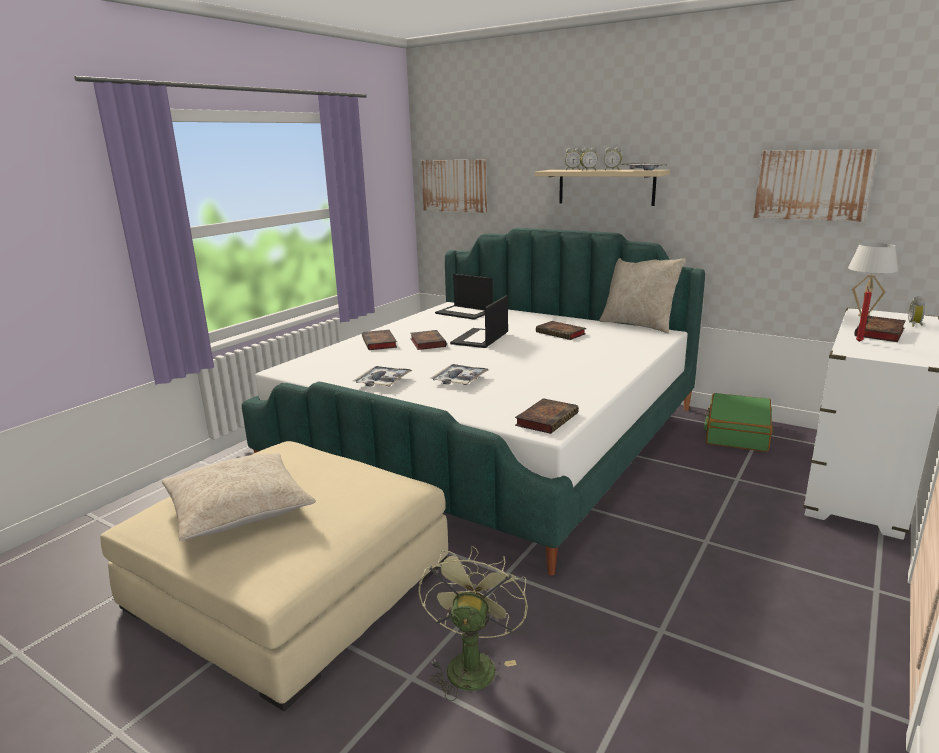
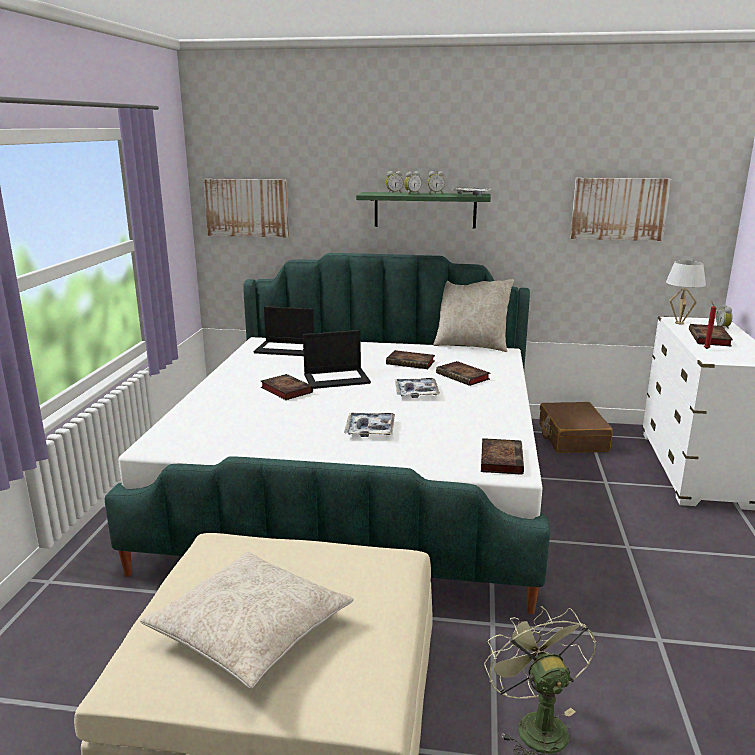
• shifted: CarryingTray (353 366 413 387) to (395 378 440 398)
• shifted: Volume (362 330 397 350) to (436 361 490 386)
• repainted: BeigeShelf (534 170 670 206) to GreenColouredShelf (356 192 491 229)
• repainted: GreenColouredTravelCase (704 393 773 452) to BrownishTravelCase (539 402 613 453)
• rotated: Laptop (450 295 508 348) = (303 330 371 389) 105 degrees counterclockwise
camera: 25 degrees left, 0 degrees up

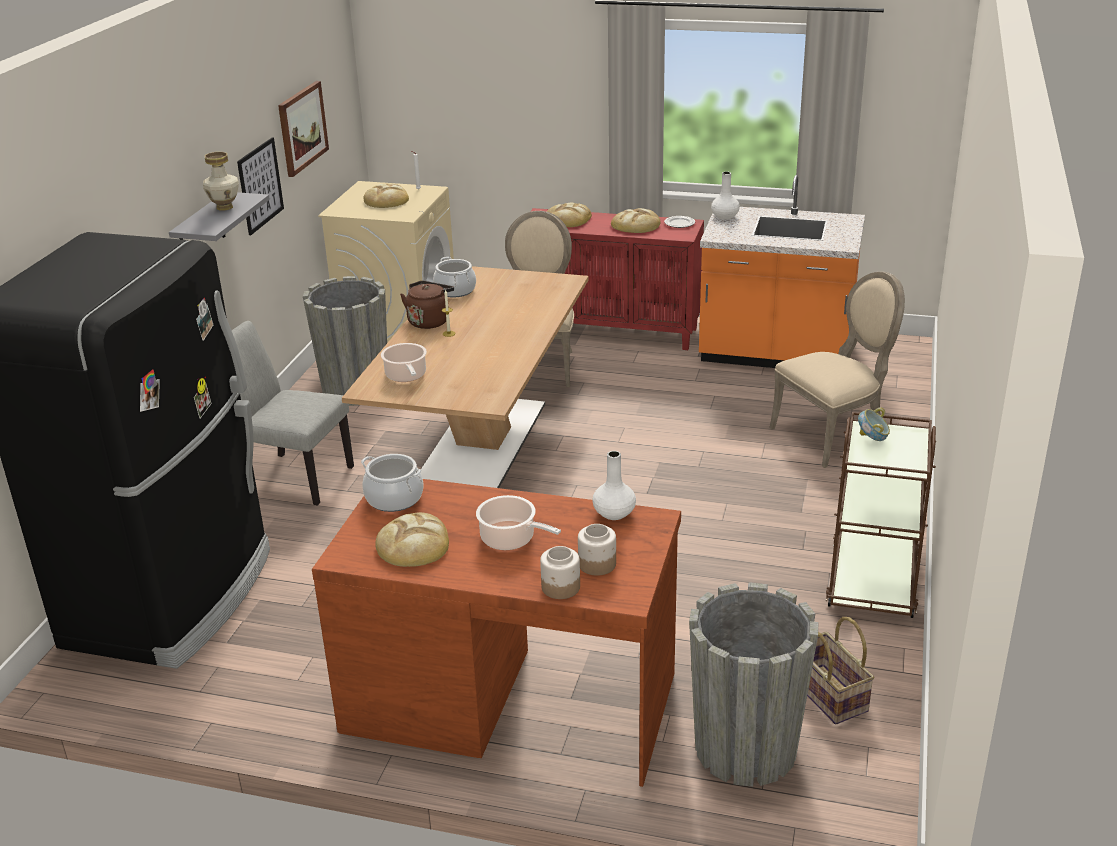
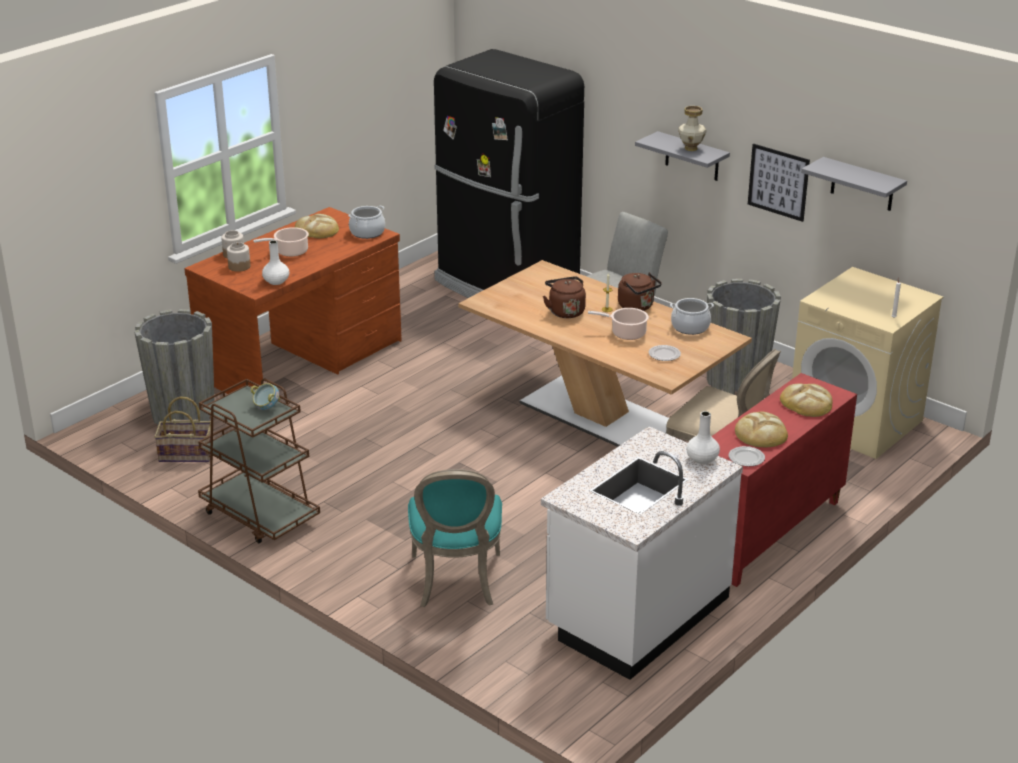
• gone: BakeryBread (363 183 409 208)
• new: BrownishWaterKettle (543 276 586 318)
• new: DinnerPlate (649 345 681 361)
• shifted: Saucepot (381 343 427 382) to (588 308 649 340)
• swapped: WallArt (278 81 329 177) to GrayShelf (801 157 907 211)
• repainted: OrangeColouredKitchenBaseUnit (699 175 865 368) to WhiteColouredKitchenBaseUnit (541 426 743 680)
• repainted: BeigeChair (769 272 905 468) to TurquoiseChair (408 469 502 607)
camera: 115 degrees right, 0 degrees up

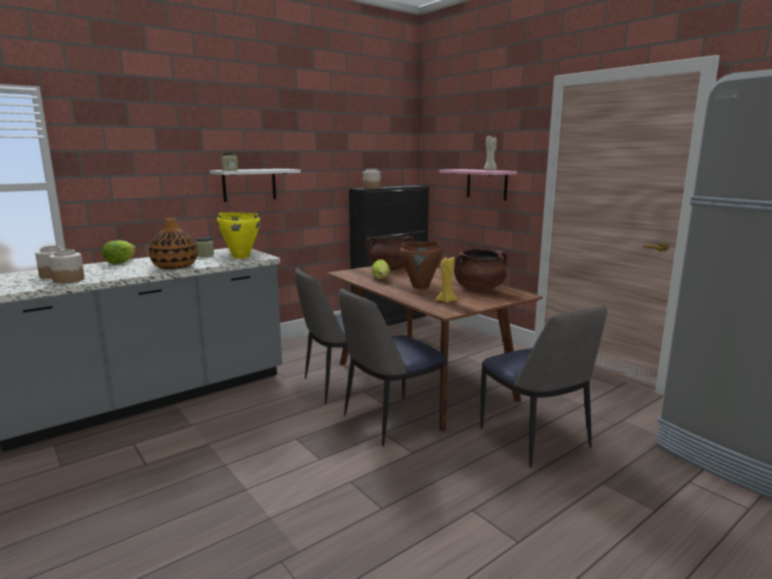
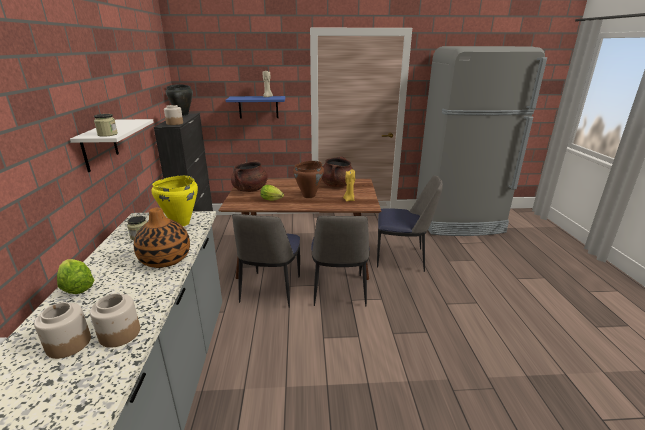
• new: BlackishSaucepot (166 84 193 116)
• repainted: PinkishShelf (439 169 517 201) to BlueShelf (226 96 286 119)
camera: 55 degrees left, 10 degrees up

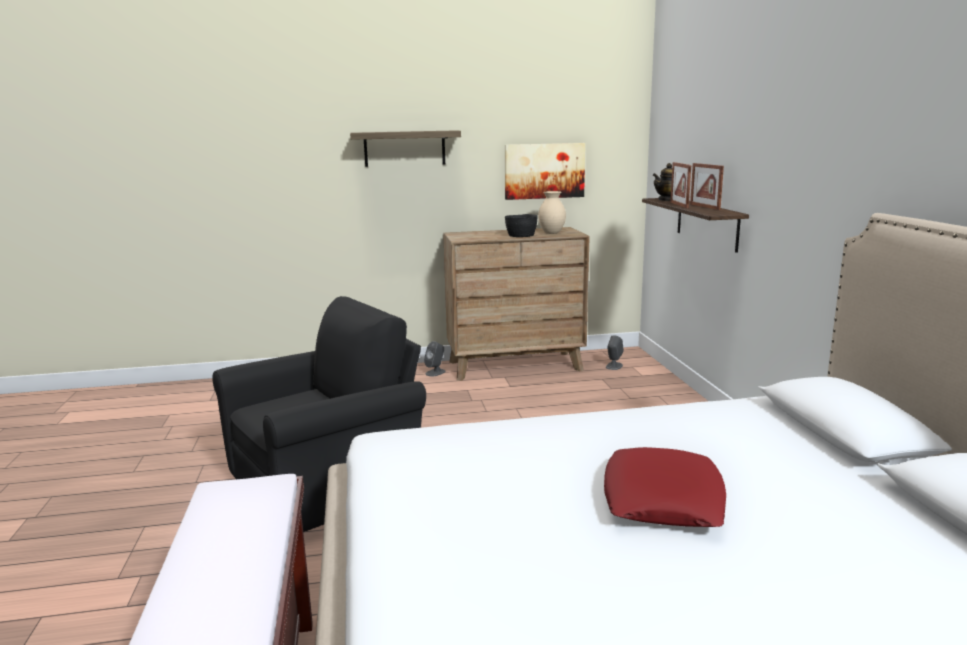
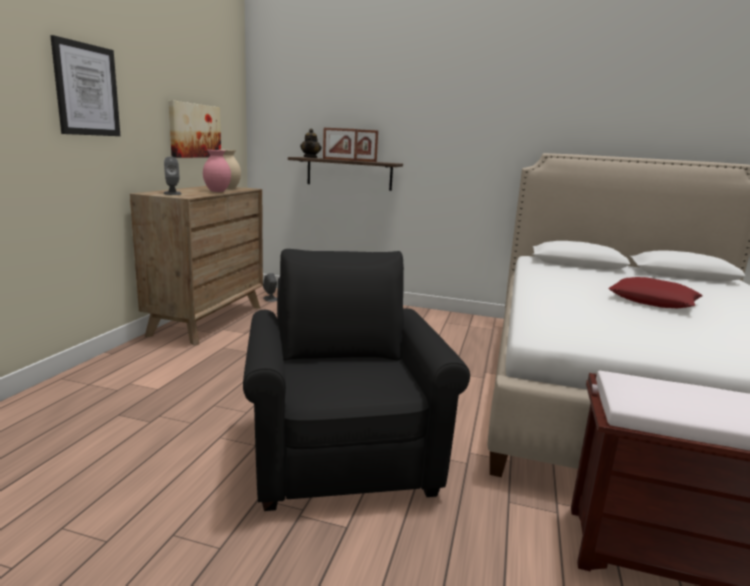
• shifted: GraySpeaker (424 341 446 377) to (164 156 181 195)
• swapped: Shelf (350 130 461 167) to WallArt (50 35 120 136)
• swapped: BlackishServingBowl (505 214 538 237) to PinkishDecorativeVase (203 150 231 192)
camera: 65 degrees left, 0 degrees up

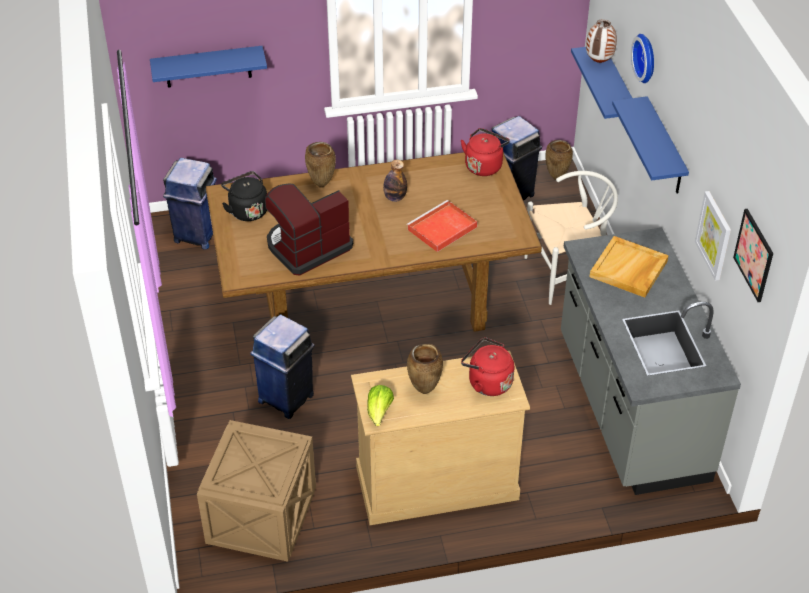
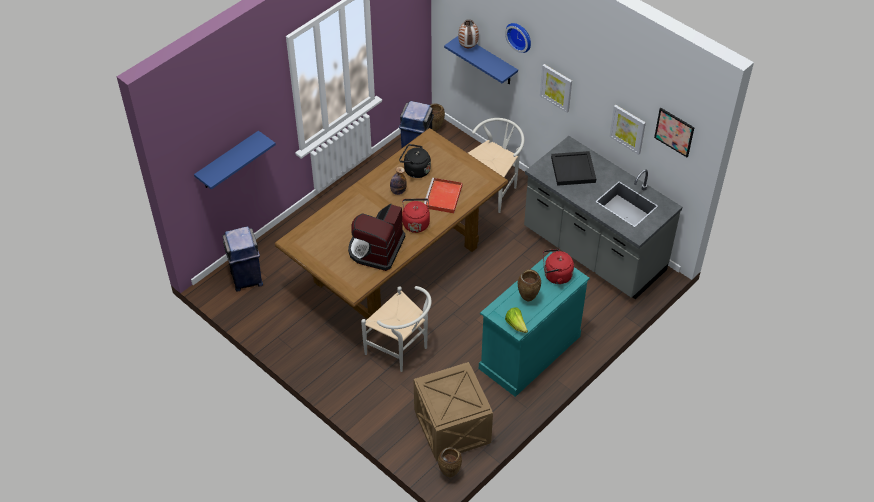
• shifted: BlackishWaterKettle (221 171 267 221) to (399 144 431 178)
• shifted: BrownishDecorativeVase (305 142 336 188) to (438 447 462 477)
• shifted: RedColouredWaterKettle (461 128 510 176) to (402 198 430 233)
• swapped: BlueTrashCan (250 314 315 419) to WhiteColouredChair (361 286 432 372)
• swapped: BlueShelf (612 96 689 193) to WallArt (540 64 572 113)
• repainted: BeigeDresser (351 351 530 525) to TurquoiseDresser (479 252 590 397)
• repainted: BeigeCarryingTray (590 236 669 298) to BlackishCarryingTray (551 151 596 186)
camera: 35 degrees left, 5 degrees up

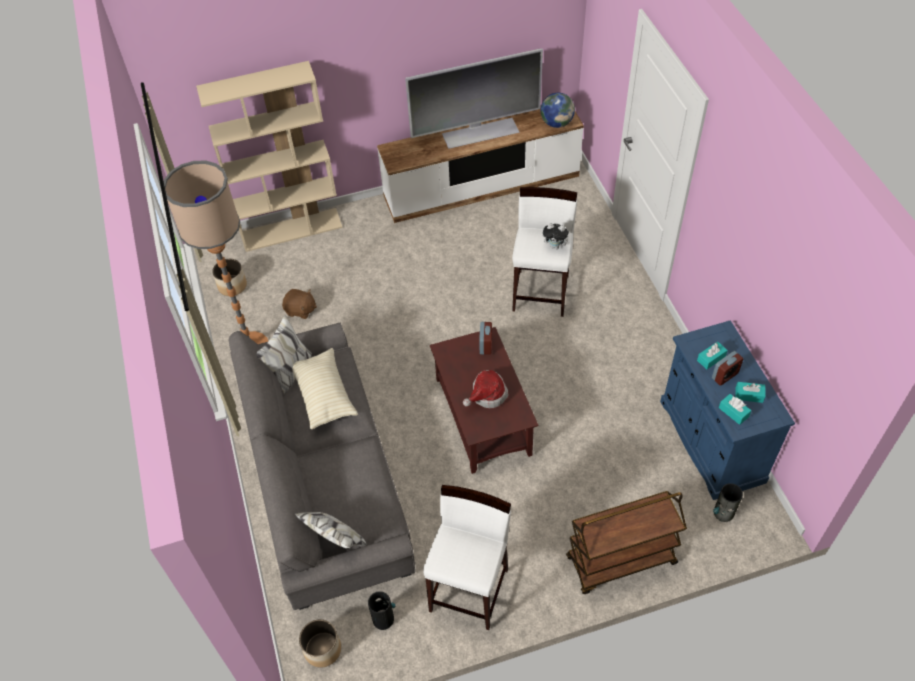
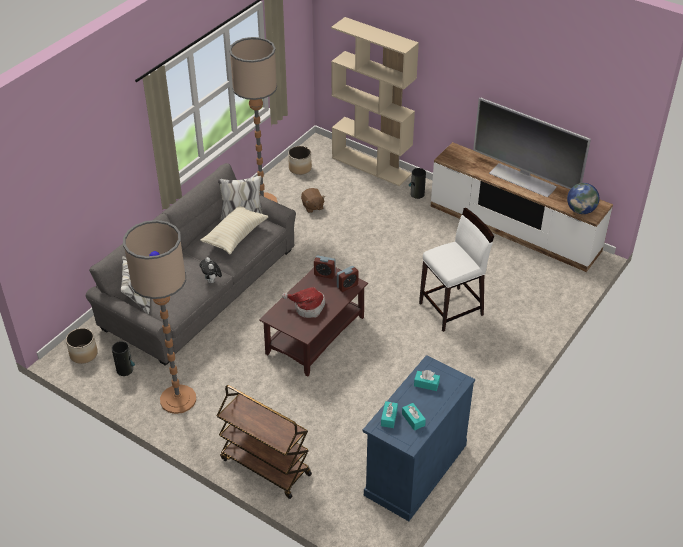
• shifted: PlushToy (543 223 571 249) to (200 257 222 283)
• shifted: TableClock (712 351 743 386) to (314 255 335 279)
• shifted: DecorativeVase (713 483 743 522) to (409 168 426 199)
• swapped: WhiteColouredSittingStool (423 485 511 630) to FloorLamp (123 220 196 414)
camera: 50 degrees right, 10 degrees down

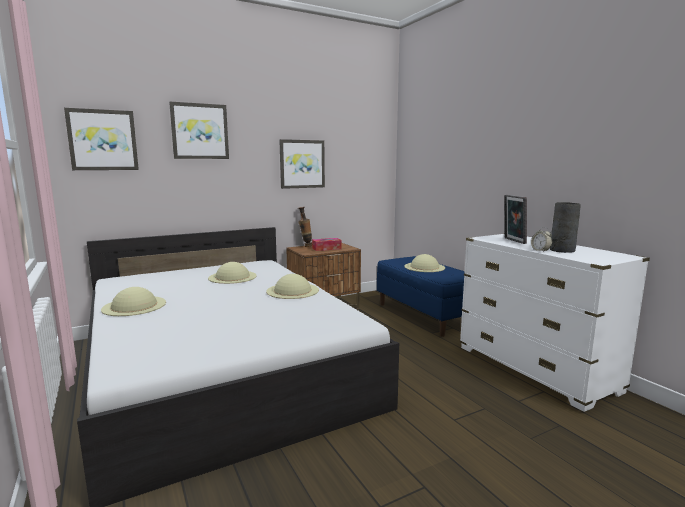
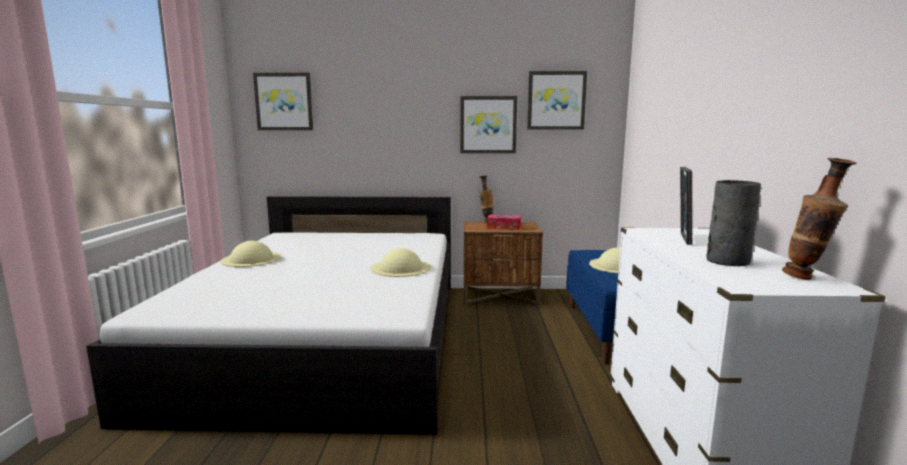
• gone: BeigeClothingHat (208 262 257 284)
• gone: TableClock (531 227 552 252)
• new: DecorativeVase (782 158 857 280)
• shifted: WallArt (169 102 229 159) to (527 71 587 130)
camera: 30 degrees right, 0 degrees up

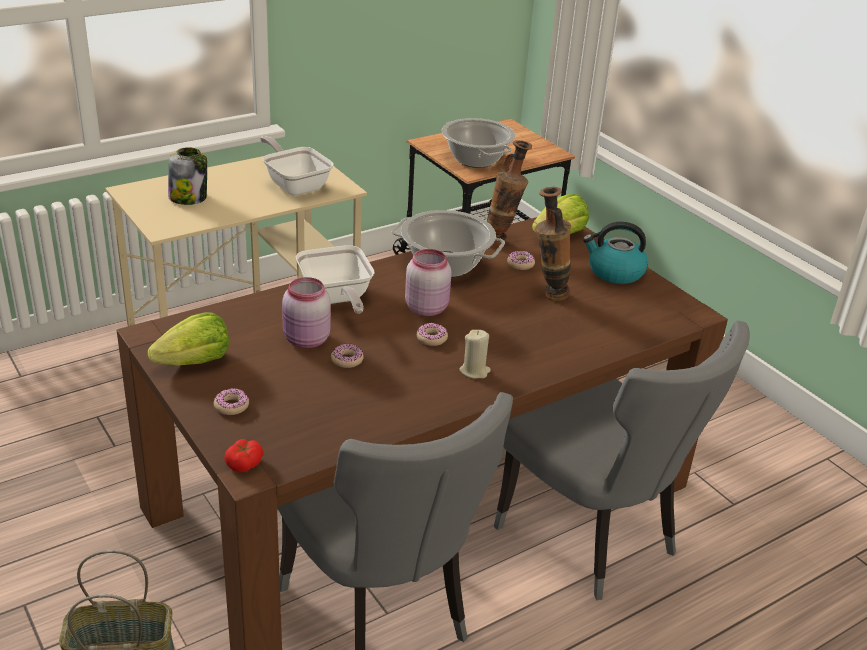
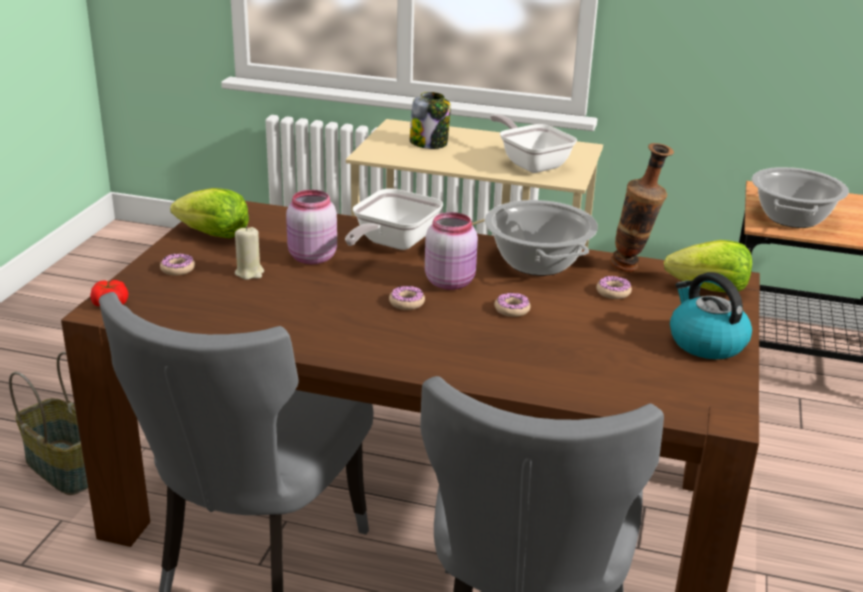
• gone: DecorativeVase (535 187 571 301)
• shifted: RingDoughnut (331 344 364 368) to (494 293 531 317)
• shifted: BeigeWaxLight (459 330 491 379) to (235 226 264 280)
• rotated: Skillet (260 136 334 196) = (490 114 577 173) 45 degrees counterclockwise
camera: 50 degrees right, 5 degrees down

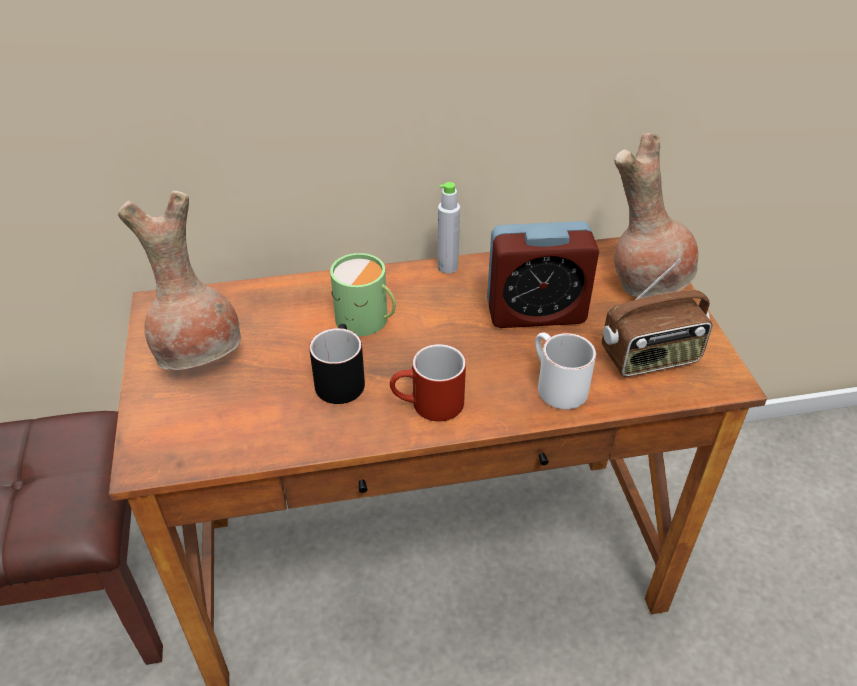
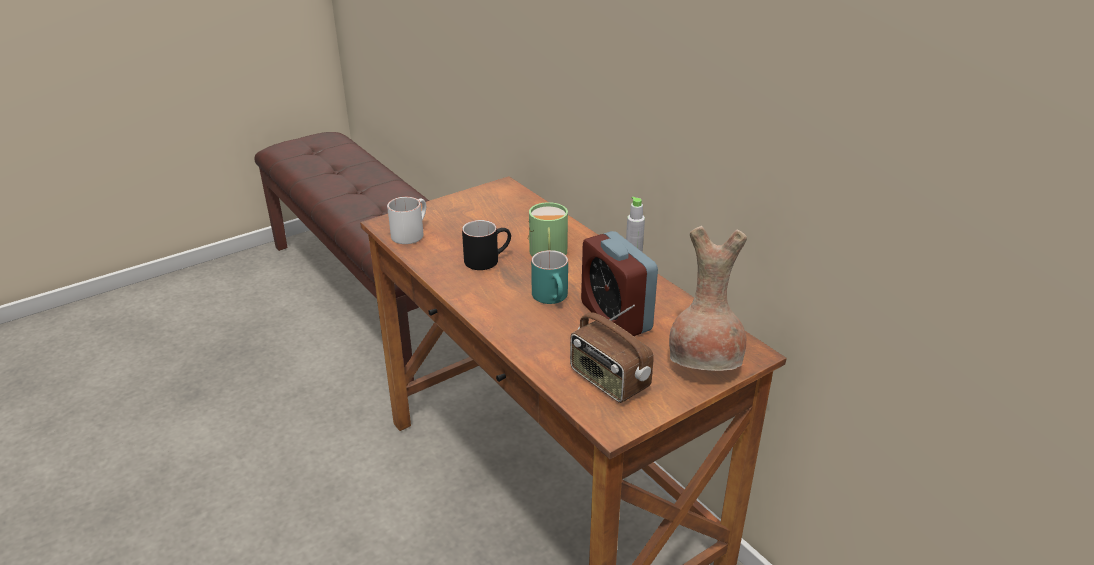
• gone: BrownishDecorativeVase (118 191 241 370)
• gone: RedColouredCoffeeMug (390 344 466 422)
• new: TurquoiseCoffeeMug (531 250 568 304)
• shifted: WhiteColouredCoffeeMug (535 332 596 409) to (387 197 426 244)
camera: 65 degrees right, 10 degrees down

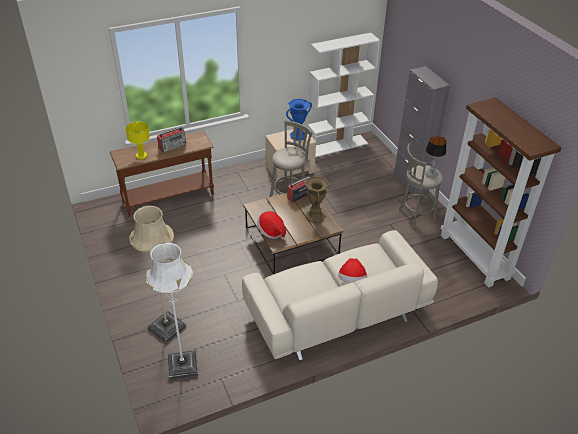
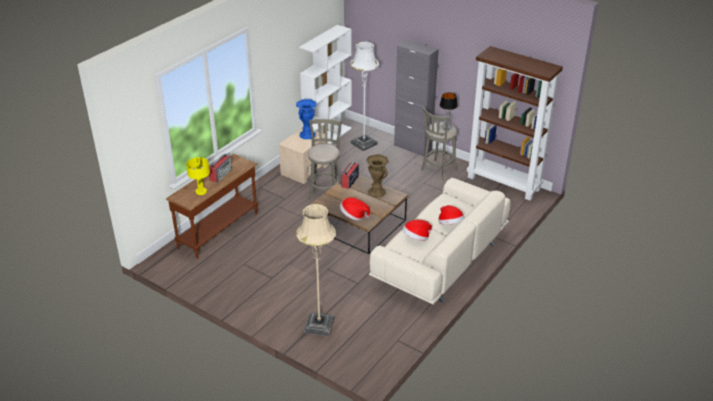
• new: ClothingHat (402 220 432 241)
• shifted: WhiteColouredFloorLamp (145 242 198 380) to (350 42 380 151)
camera: 30 degrees left, 5 degrees down

